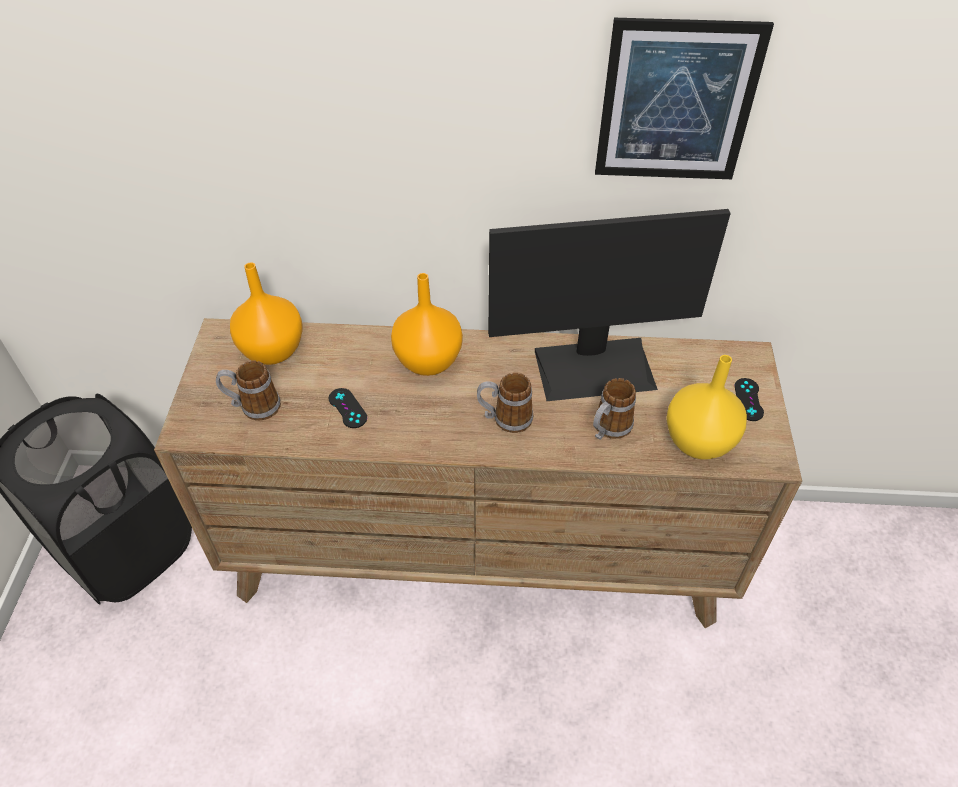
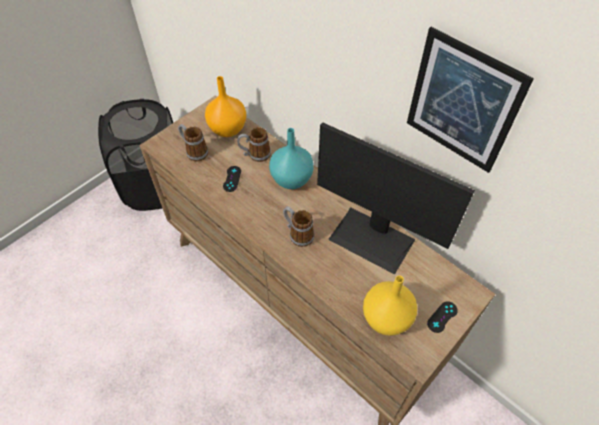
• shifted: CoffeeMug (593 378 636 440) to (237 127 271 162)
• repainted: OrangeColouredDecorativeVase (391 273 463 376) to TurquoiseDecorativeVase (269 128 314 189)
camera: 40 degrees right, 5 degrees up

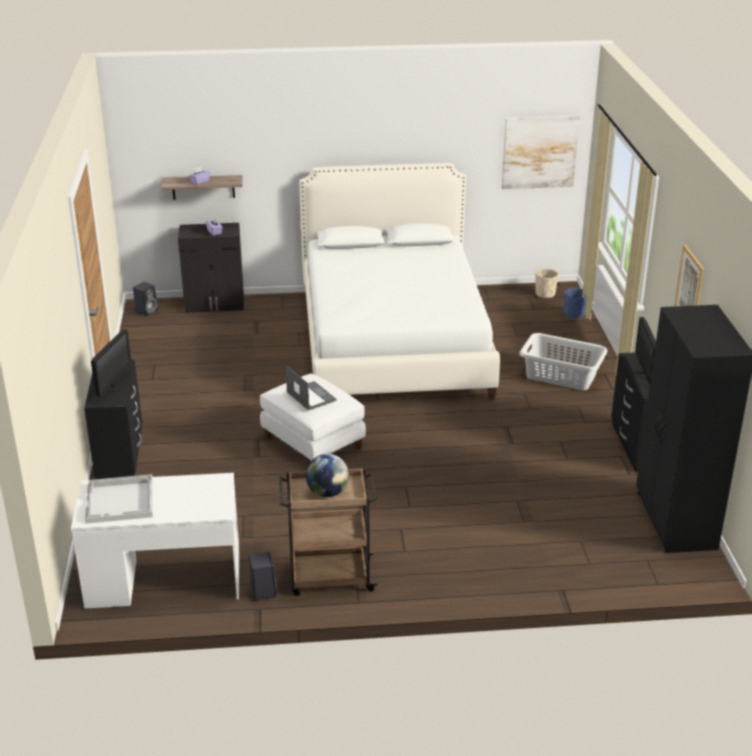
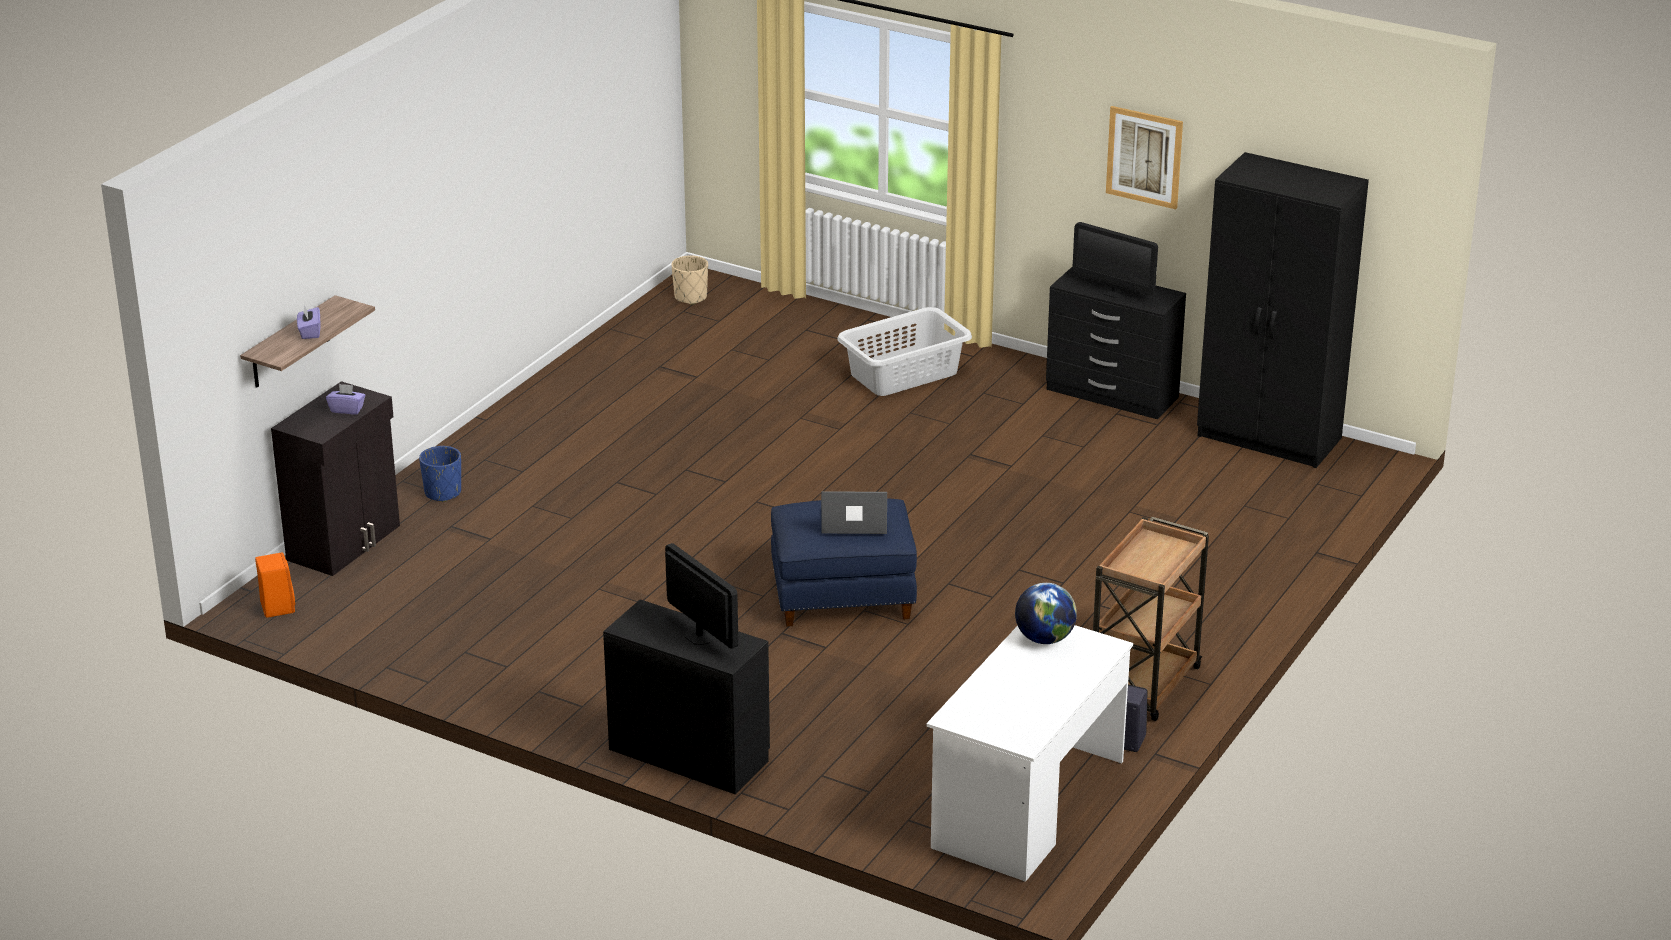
• gone: WhiteColouredCarryingTray (85 474 153 524)
• gone: WhiteColouredBedroomBed (299 163 500 400)
• gone: WallArt (502 115 580 189)
• shifted: Globe (306 454 349 497) to (1015 583 1077 644)
• shifted: BlueFlowerPot (564 288 587 318) to (419 446 461 502)
• repainted: BlackishSpeaker (133 282 158 316) to OrangeColouredSpeaker (255 553 295 618)
• repainted: WhiteColouredFootrest (260 374 366 462) to BlueFootrest (771 498 917 627)
camera: 55 degrees left, 0 degrees up

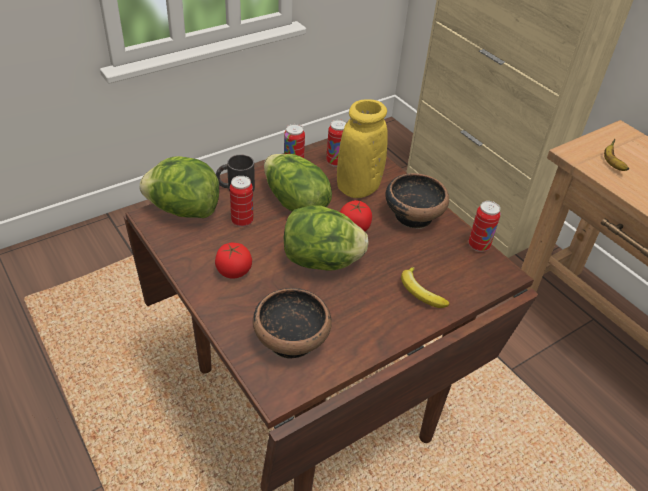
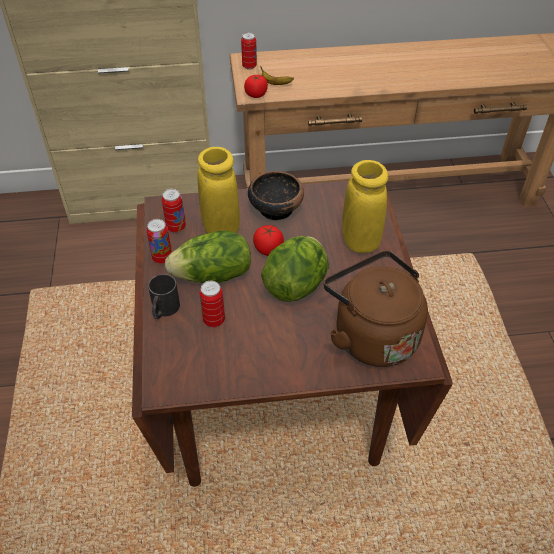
• gone: Lettuce (139 156 219 218)
• shifted: FreshTomato (215 243 252 278) to (244 75 268 98)
• shifted: MetalCan (469 201 501 252) to (241 32 257 70)
• swapped: ServingBowl (253 288 332 359) to BrownishWaterKettle (324 251 428 367)
• swapped: WholeBanana (401 267 449 308) to YellowColouredDecorativeVase (342 160 388 253)
camera: 60 degrees left, 5 degrees up

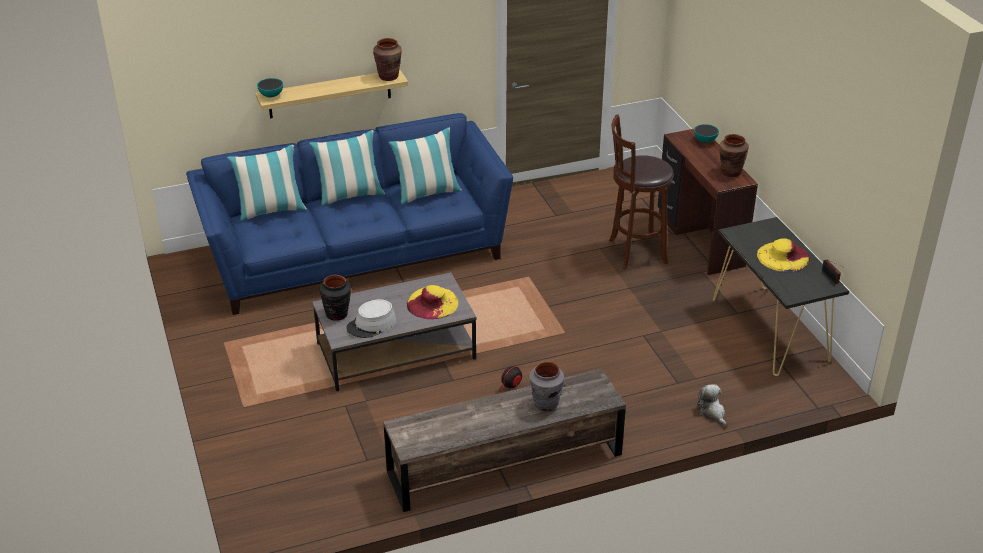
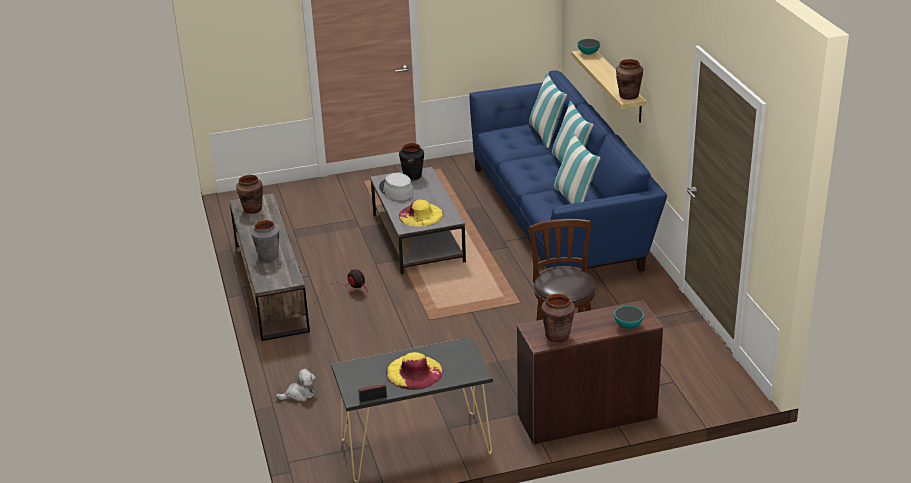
• new: BrownishDecorativeVase (236 175 263 214)
camera: 95 degrees right, 5 degrees down

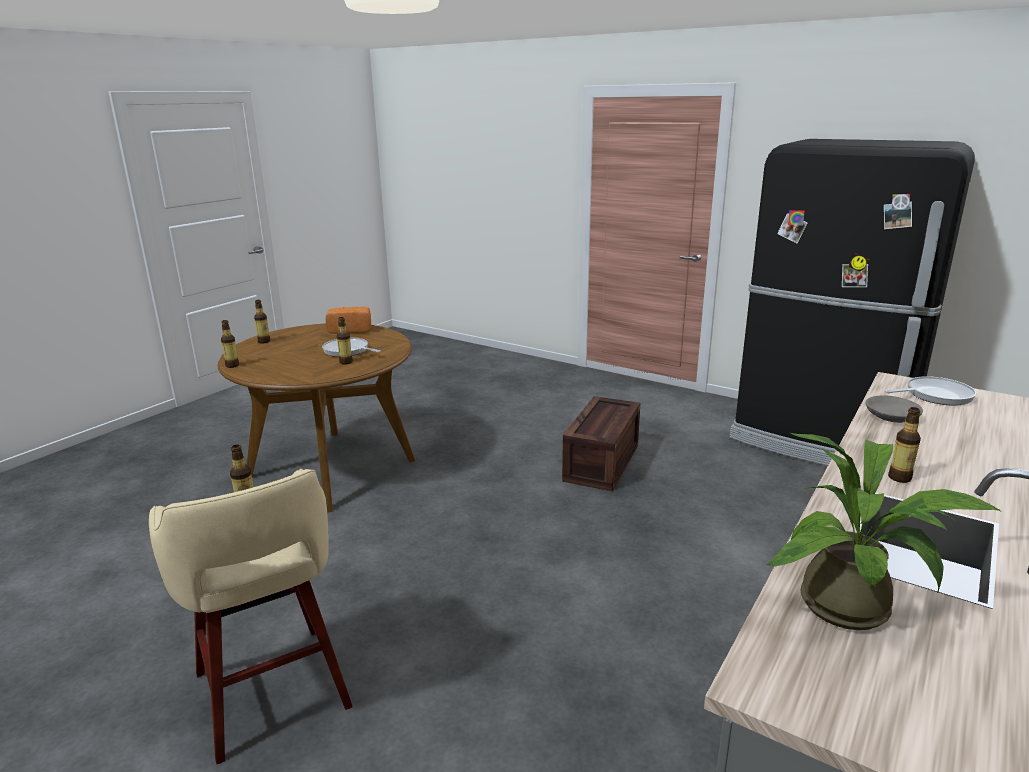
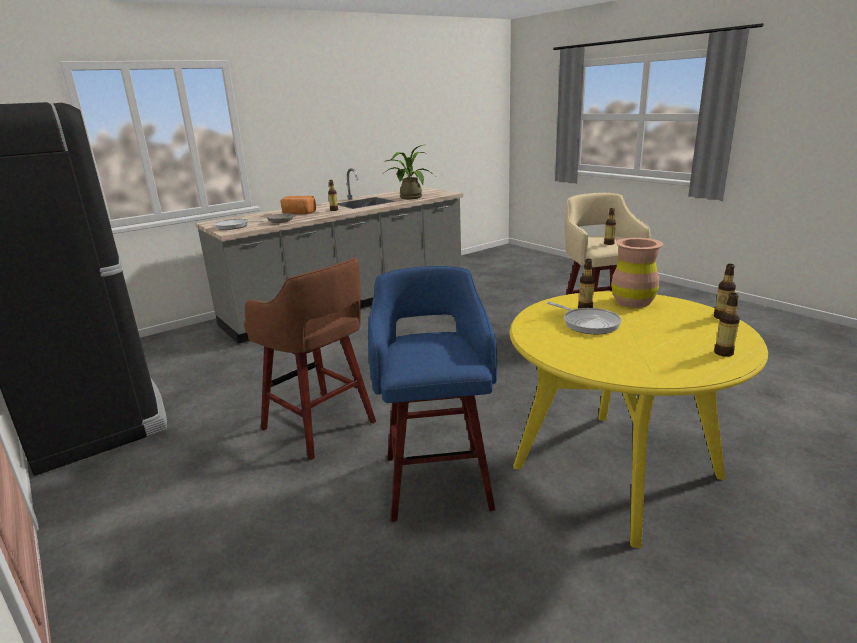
• new: BlueSittingStool (368 266 497 522)
• new: BrownishDecorativeVase (611 238 663 308)
• shifted: BakeryBread (325 307 371 334) to (280 196 316 214)
• swapped: ShippingCrate (562 396 640 491) to BrownishSittingStool (244 258 376 460)
• repainted: BrownishDinnerTable (218 323 415 513) to YellowColouredDinnerTable (510 291 768 548)
camera: 160 degrees left, 0 degrees up

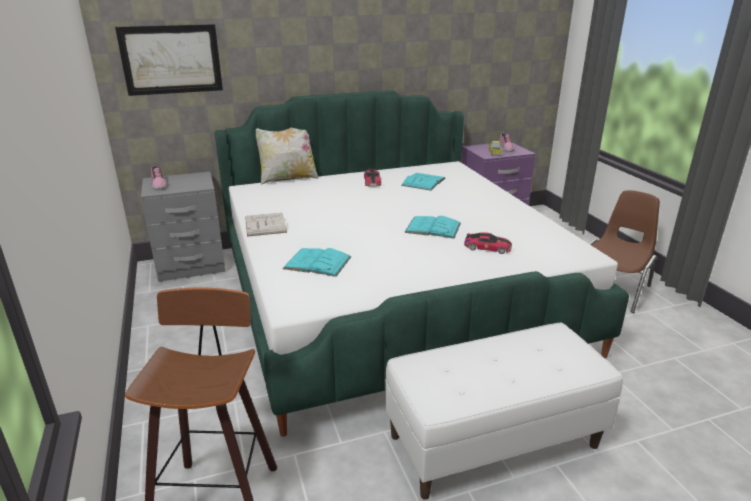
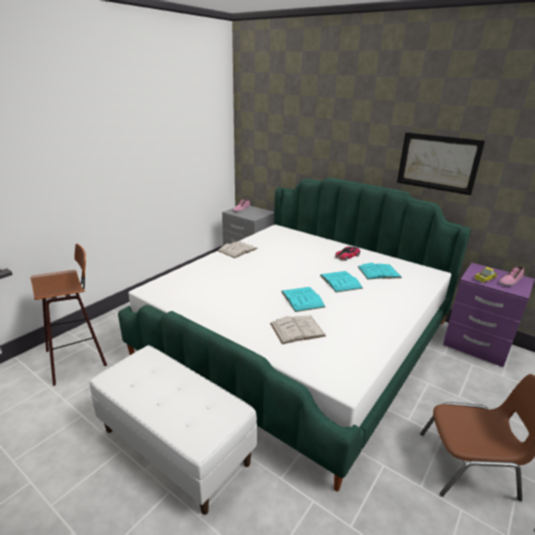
• gone: ThrowPillow (256 127 318 185)
• shifted: WallArt (115 24 223 96) to (397 132 485 195)
• shifted: TurquoiseVolume (282 248 351 277) to (320 271 363 292)
• swapped: ModelCar (464 232 512 254) to WhiteColouredVolume (270 316 326 344)
camera: 55 degrees right, 0 degrees up

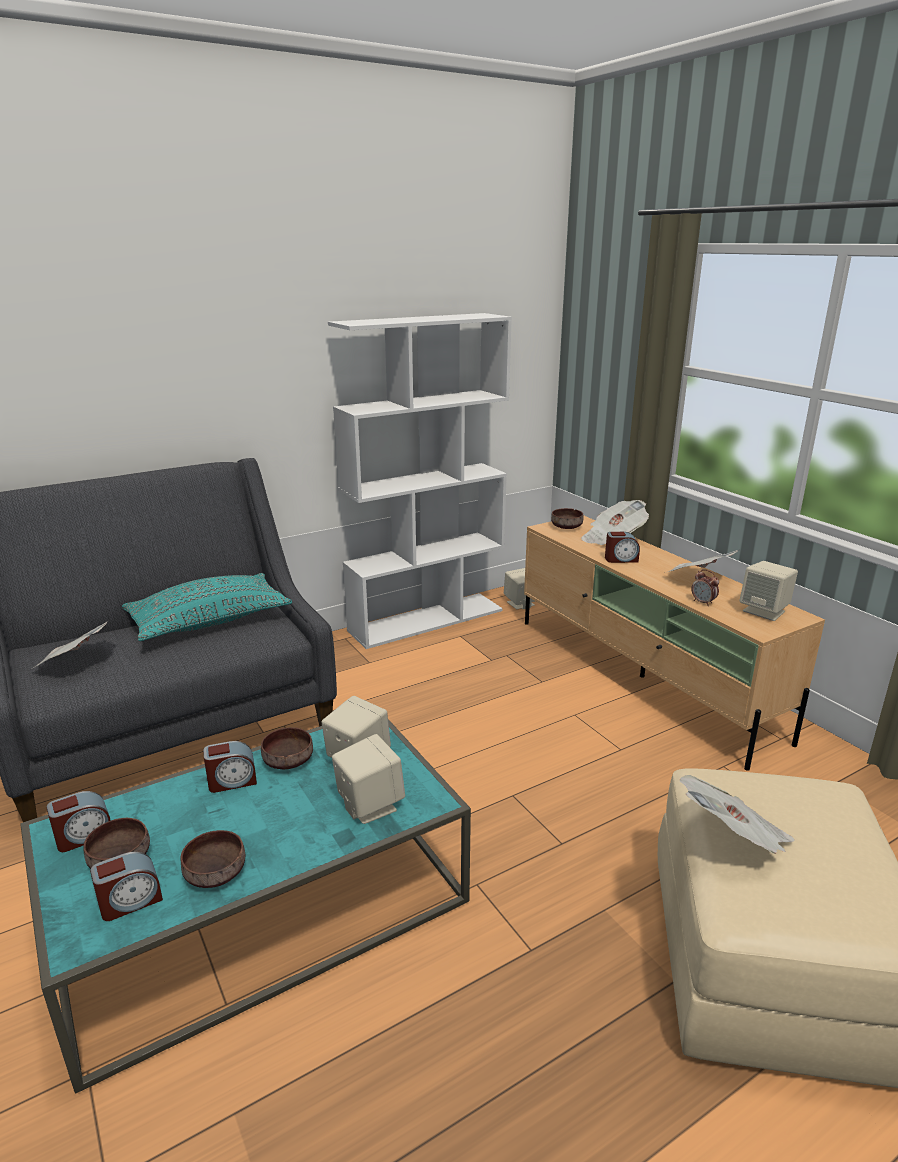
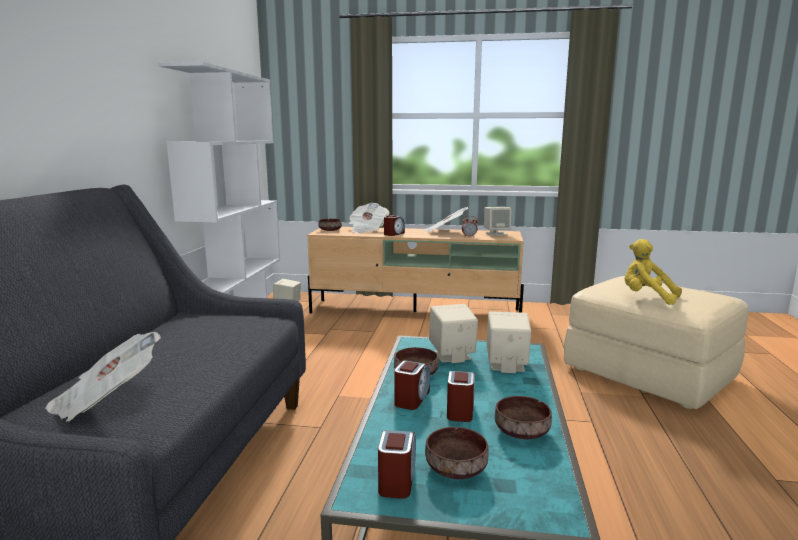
• gone: TurquoiseThrowPillow (122 573 292 641)
• shifted: TableClock (90 852 163 921) to (447 371 475 422)
• swapped: PrintedPaper (680 775 795 854) to YellowColouredPlushToy (625 239 682 305)
camera: 50 degrees left, 10 degrees down

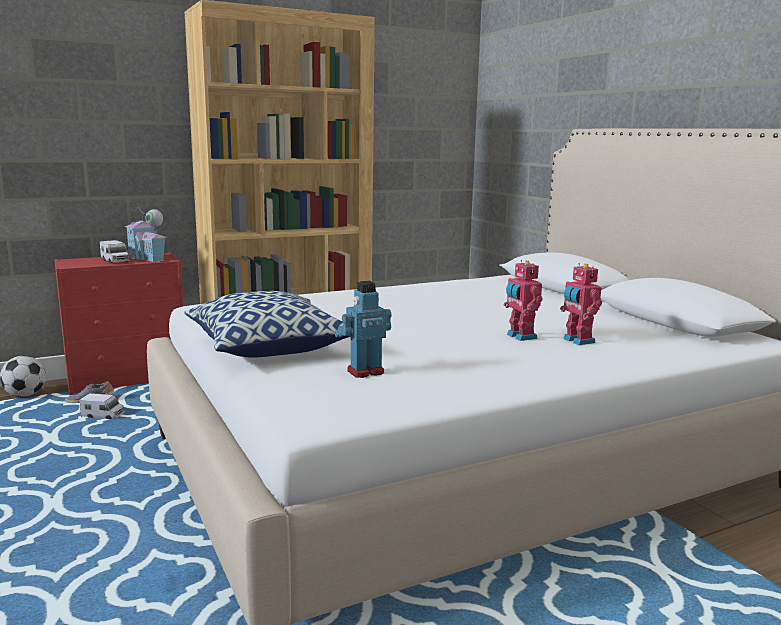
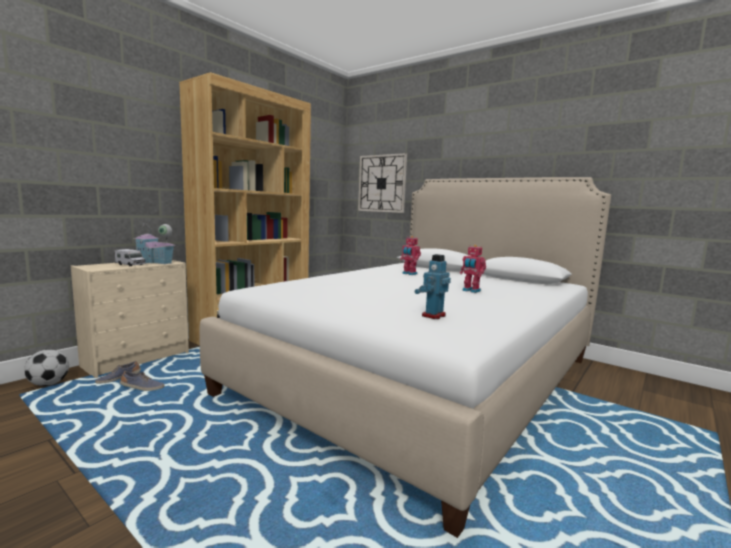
• gone: ThrowPillow (185 291 349 358)
• new: ClockOnTheWall (358 153 407 213)
• shifted: RobotFigure (560 263 602 345) to (400 236 421 275)
• swapped: ModelTruck (80 393 125 419) to Shoe (120 371 165 391)
• repainted: RedColouredDresser (54 252 184 396) to BeigeDresser (71 260 189 378)
camera: 25 degrees left, 5 degrees down

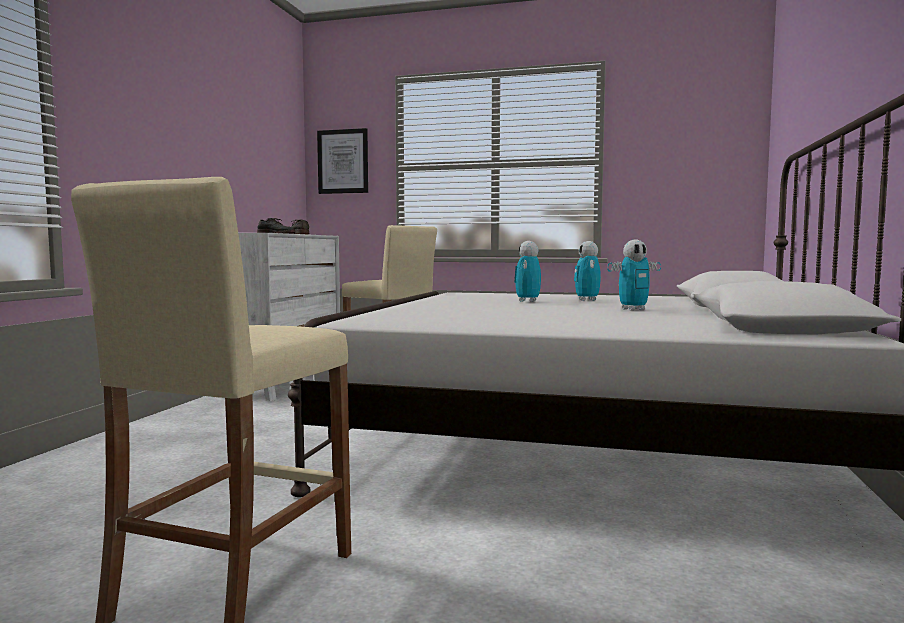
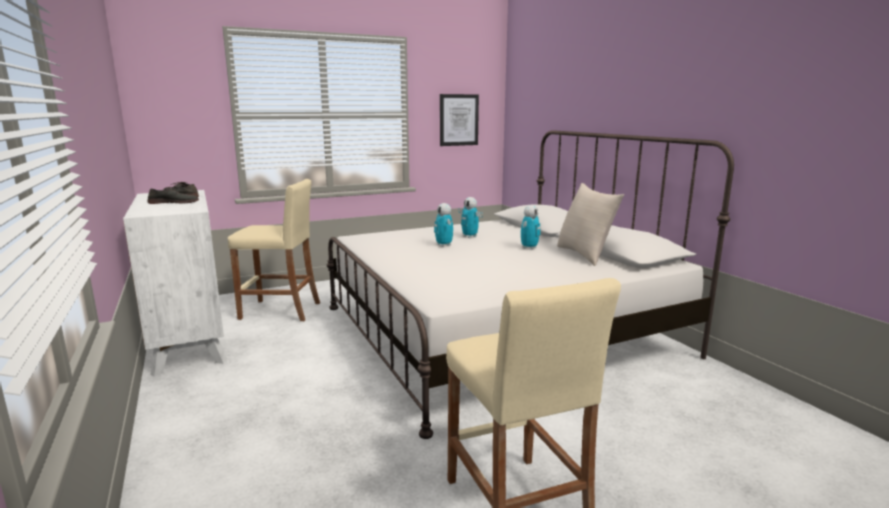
• new: BeigeThrowPillow (557 183 624 266)
• shifted: WallArt (317 128 368 194) to (440 94 479 146)
camera: 40 degrees left, 10 degrees up

